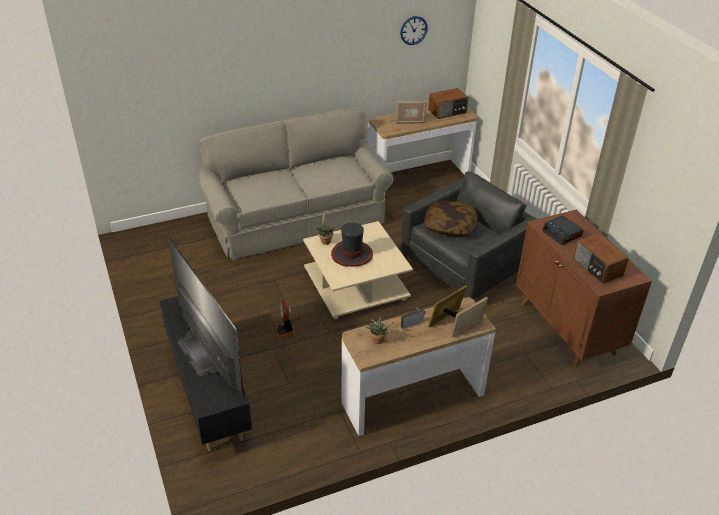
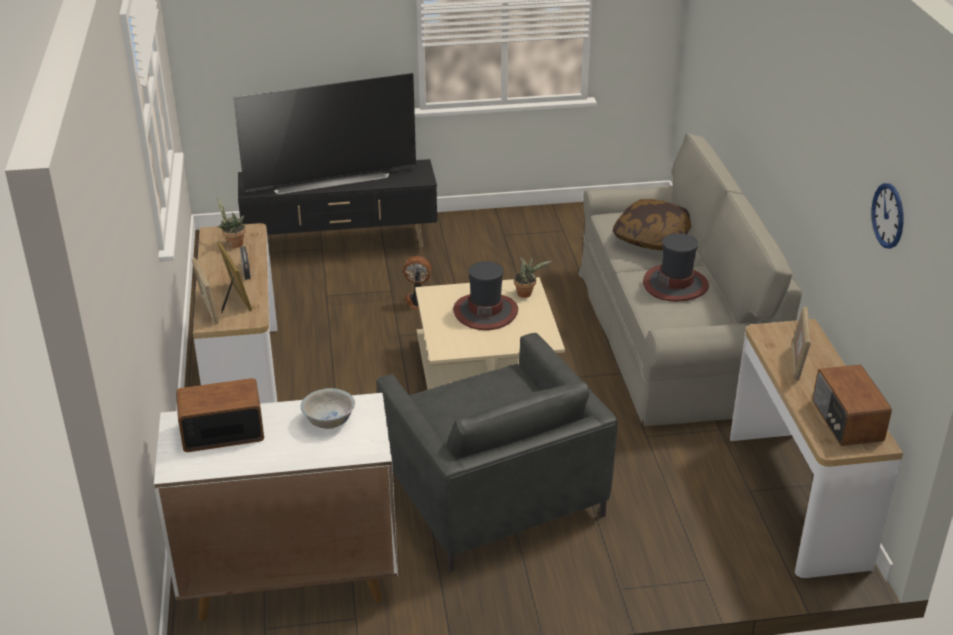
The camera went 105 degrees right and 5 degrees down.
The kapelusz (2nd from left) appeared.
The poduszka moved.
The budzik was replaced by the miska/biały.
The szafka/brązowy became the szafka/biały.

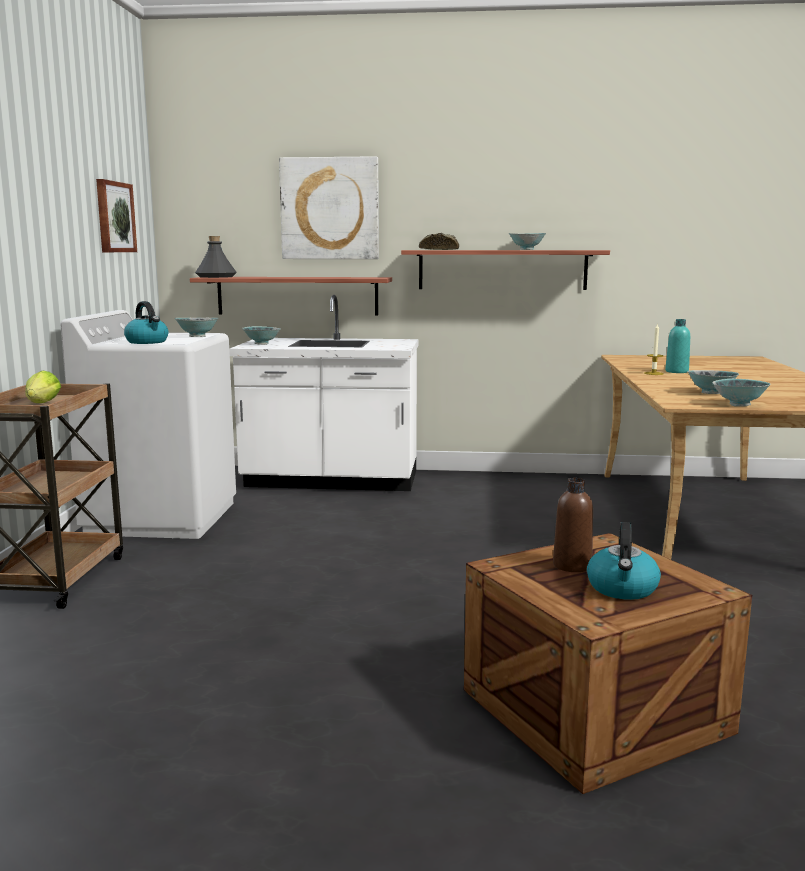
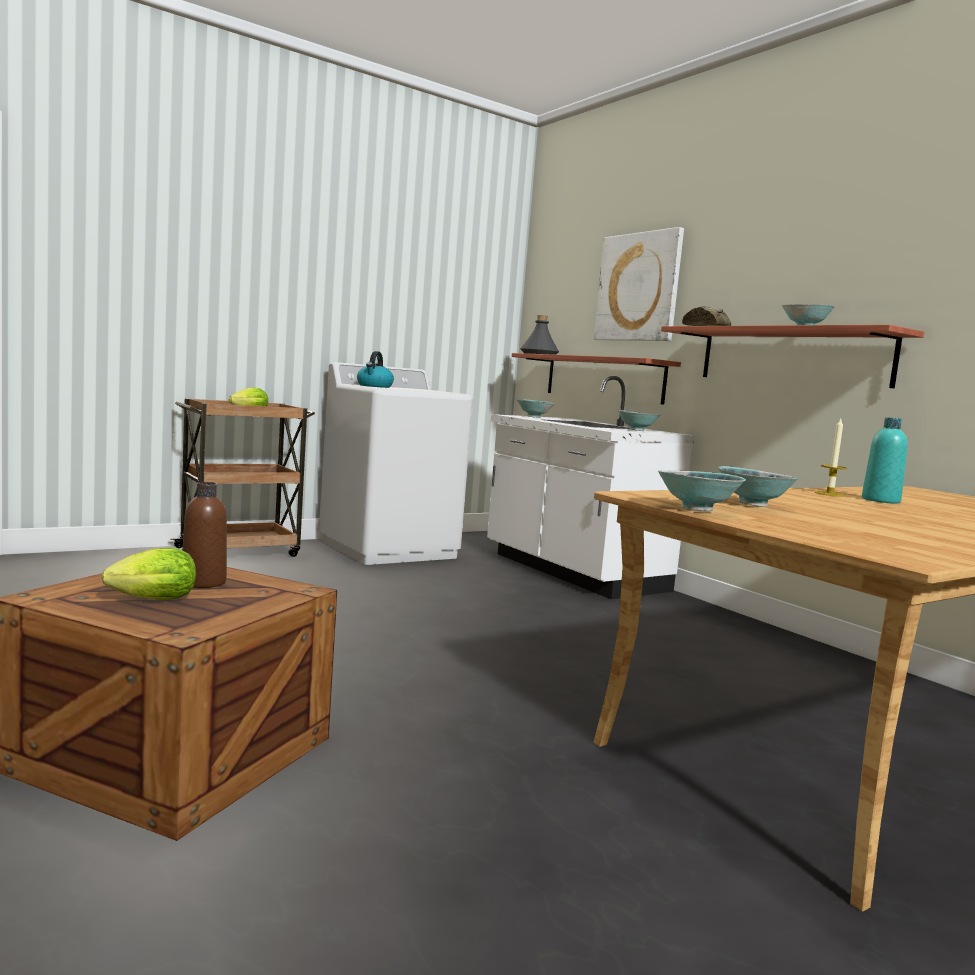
The camera went 50 degrees right and 5 degrees down.
The obraz (1st from left) disappeared.
The miska (1st from left in the first image) moved.
The czajnik (2nd from left) was replaced by the sałata (1st from left).

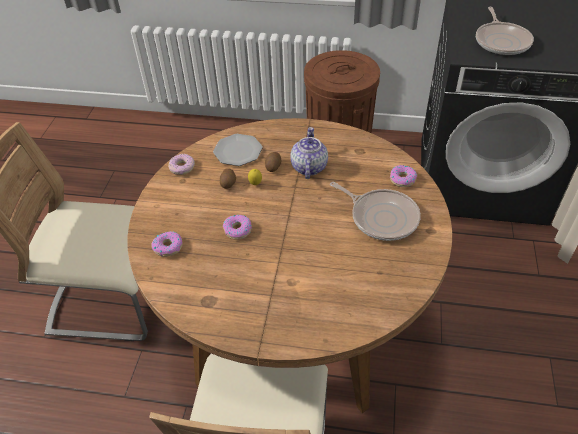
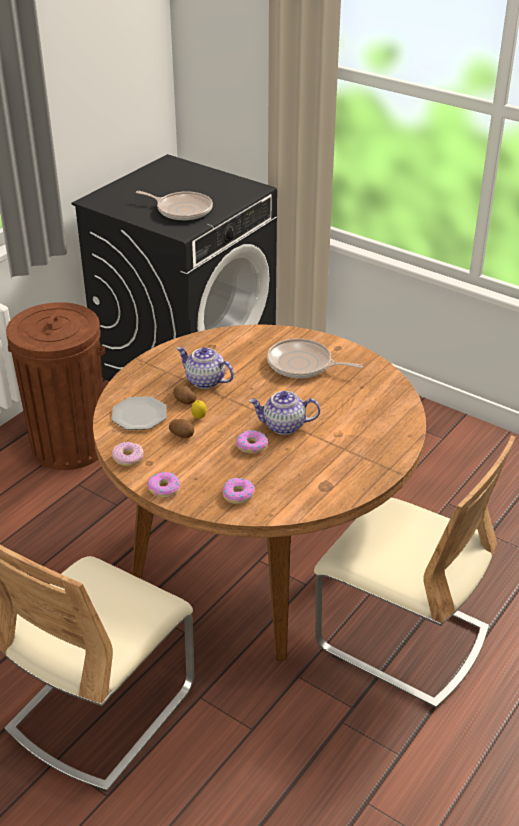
The camera went 65 degrees left and 10 degrees down.
The imbryk (2nd from left) appeared.
The donut (4th from left in the first image) moved.
The patelnia (1st from left in the first image) turned 135 degrees counterclockwise.

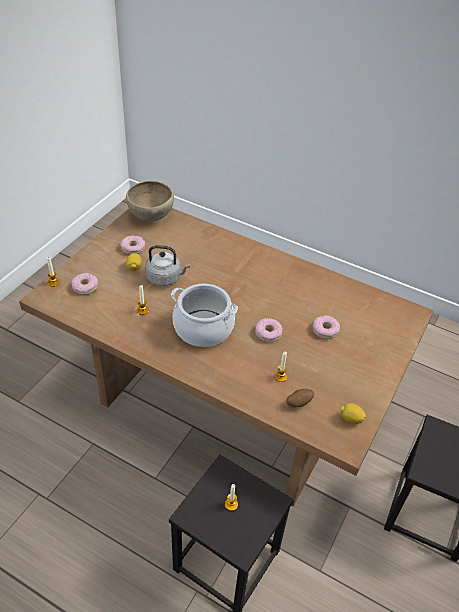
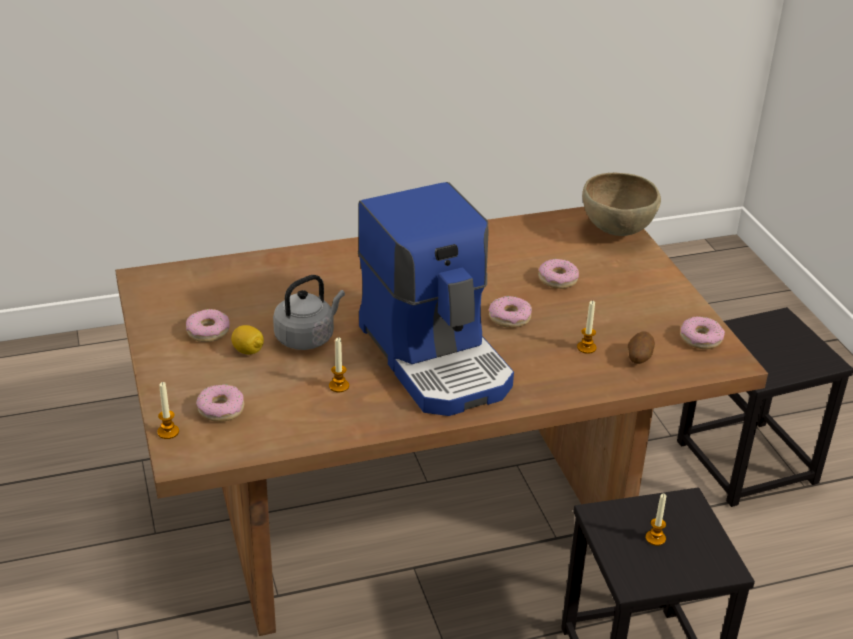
The camera went 45 degrees left and 10 degrees down.
The miska/brązowy moved.
The garnek was replaced by the ekspres do kawy.
The cytryna (2nd from left) was replaced by the donut (5th from left).

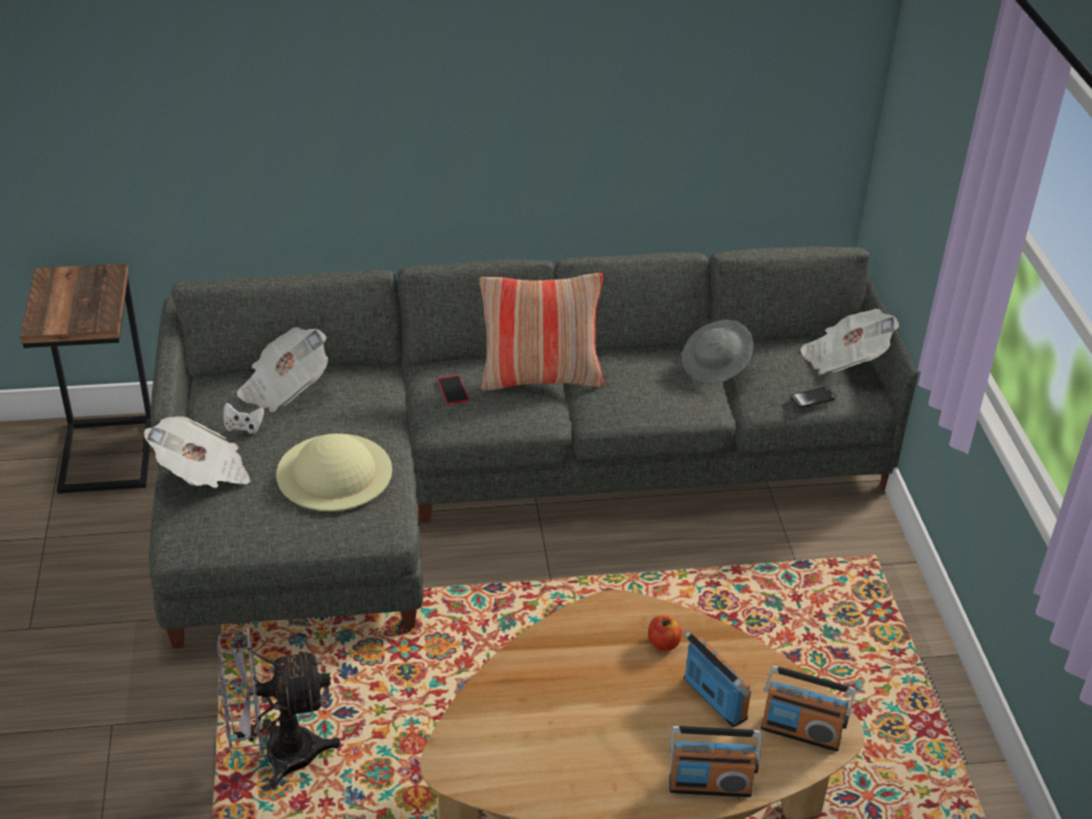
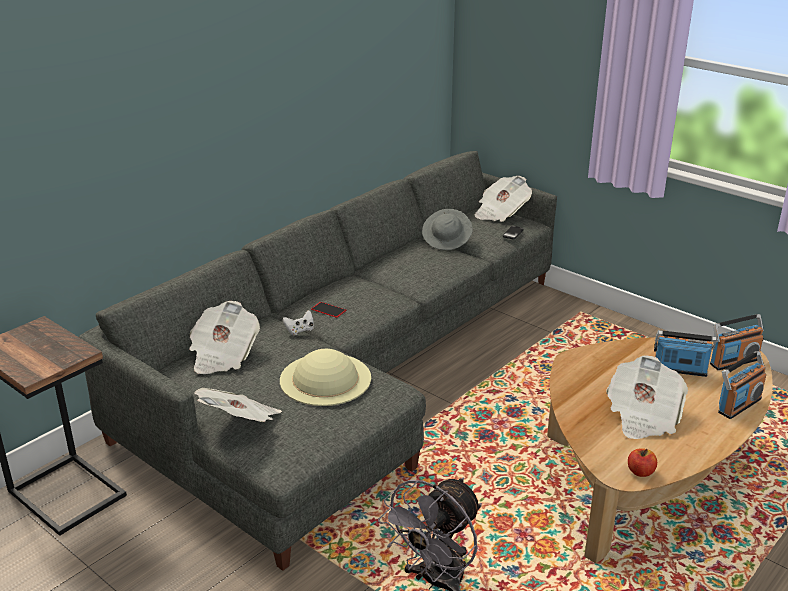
The camera went 40 degrees left and 10 degrees down.
The poduszka disappeared.
The gazeta (4th from left) appeared.
The pad do gier/biały moved.
The jabłko moved.

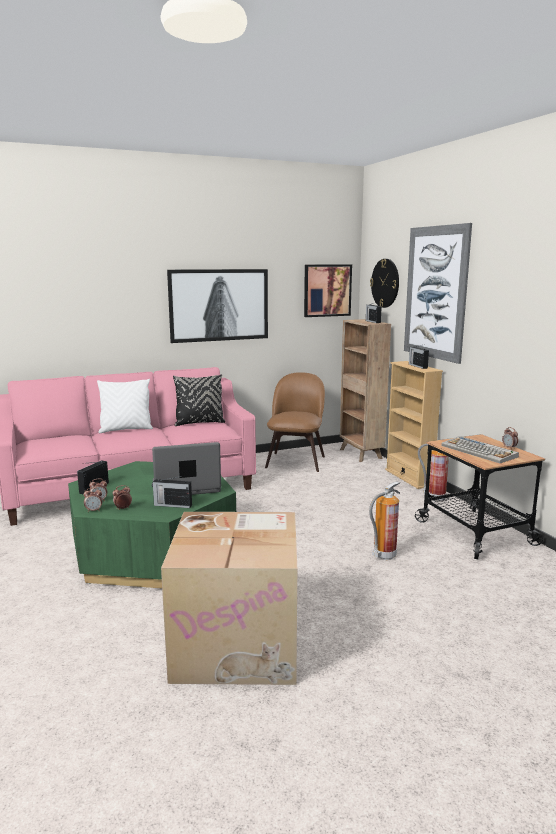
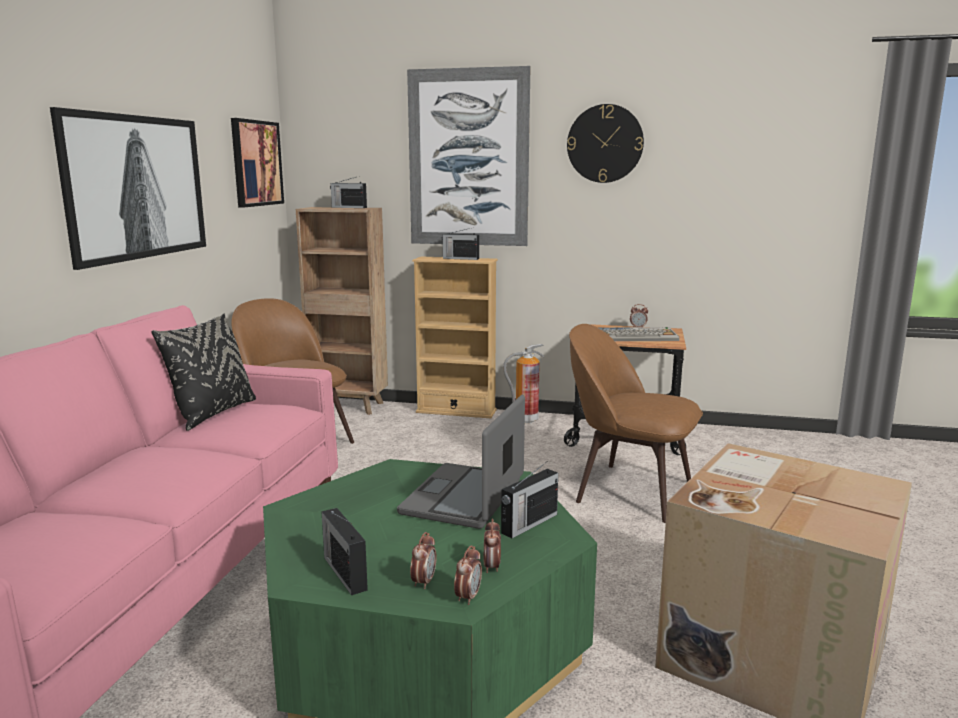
The camera went 55 degrees left and 0 degrees up.
The poduszka/biały disappeared.
The zegar ścienny moved.
The gaśnica (1st from left) was replaced by the krzesło/brązowy (2nd from left).

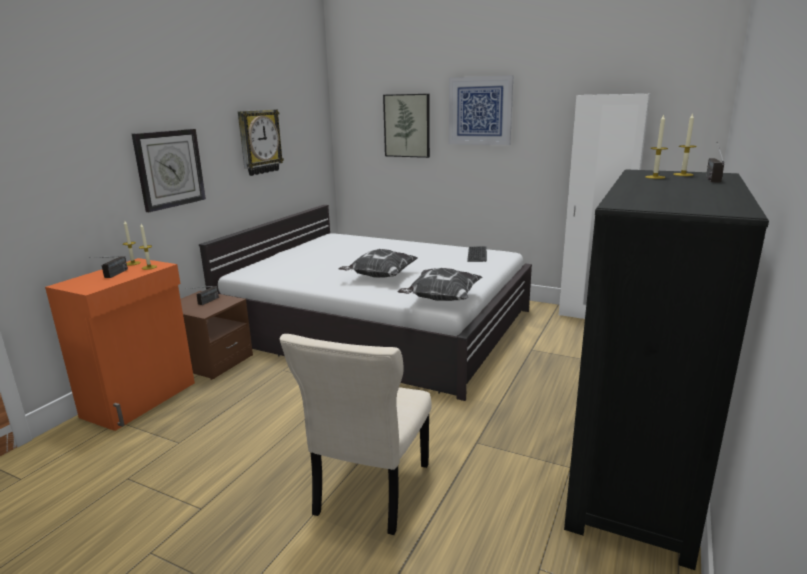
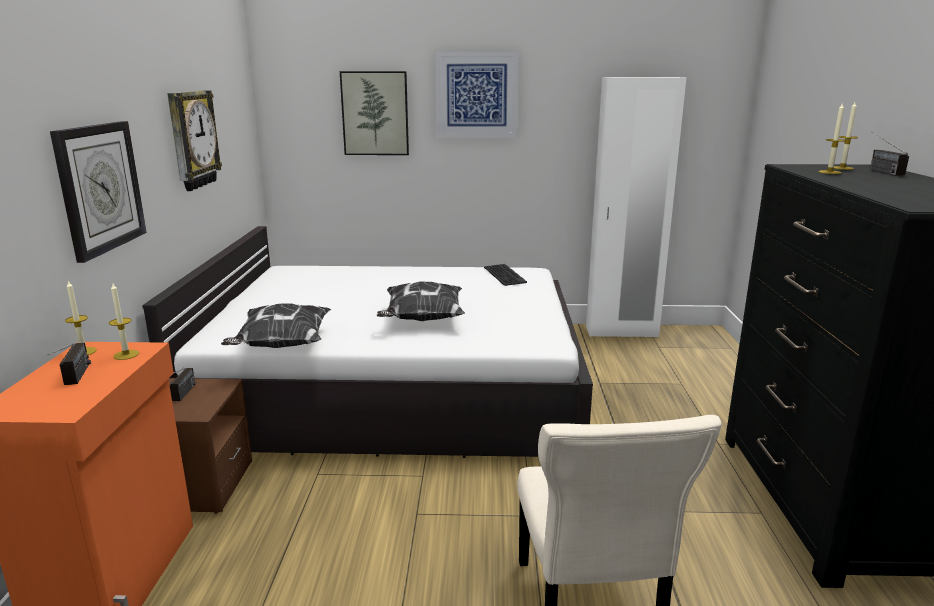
The camera went 25 degrees left and 0 degrees up.
The poduszka (2nd from left in the first image) moved.

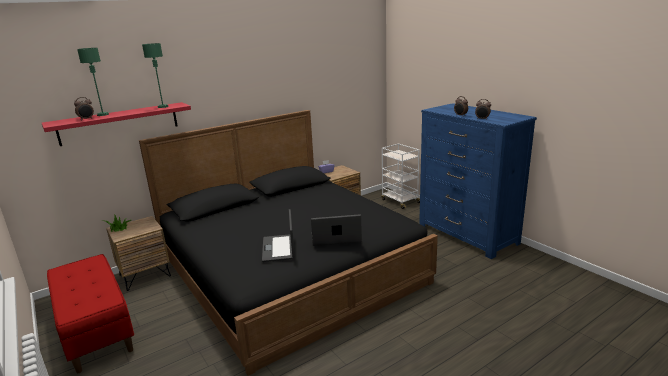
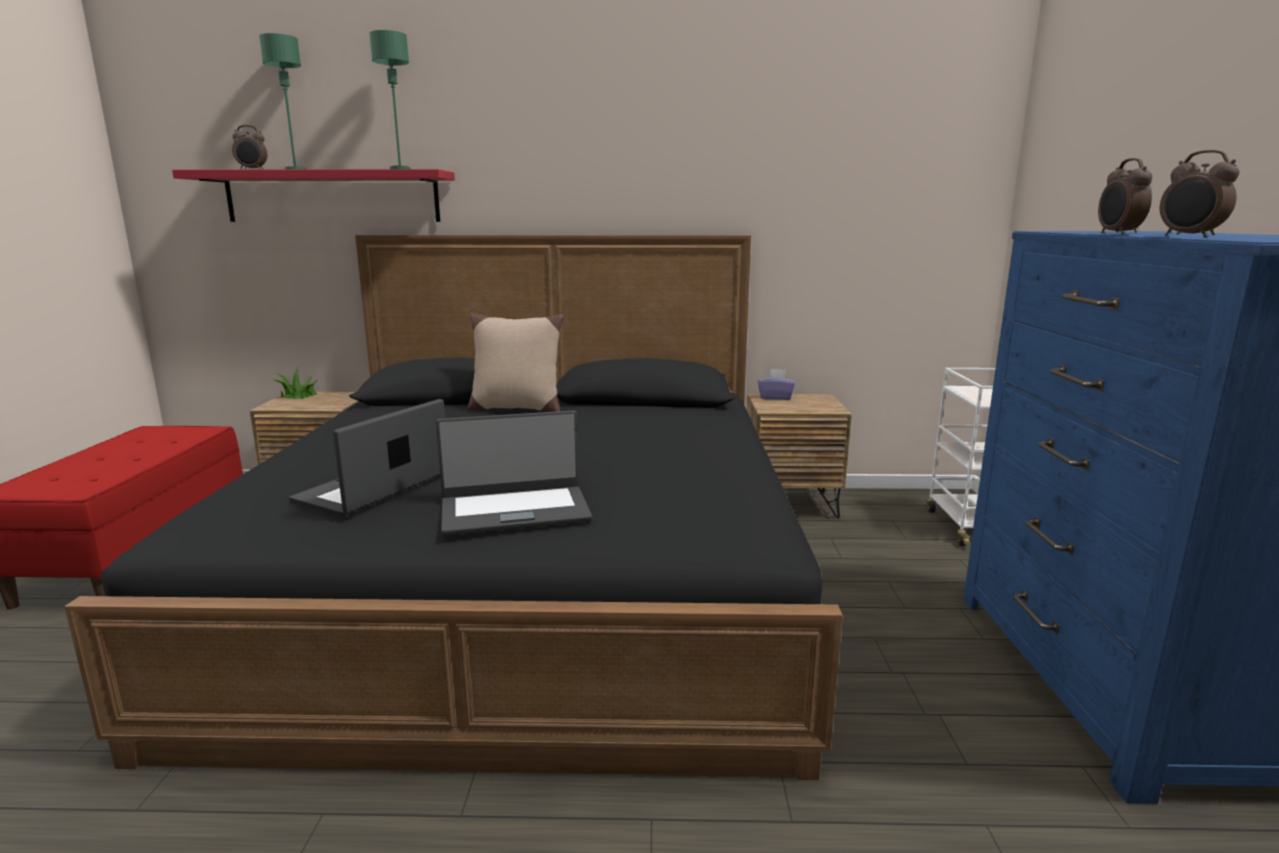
The camera went 35 degrees right and 5 degrees down.
The poduszka/beżowy appeared.
The laptop (2nd from left) turned 135 degrees clockwise.

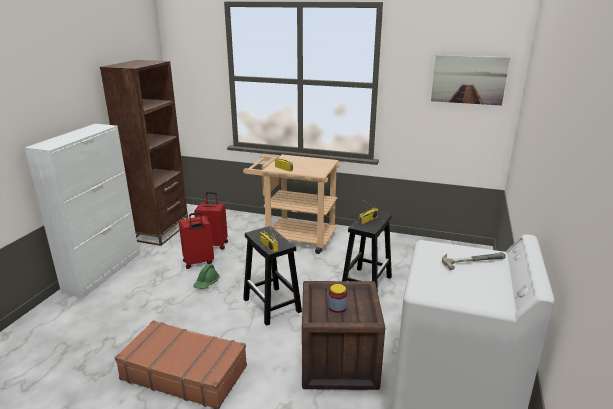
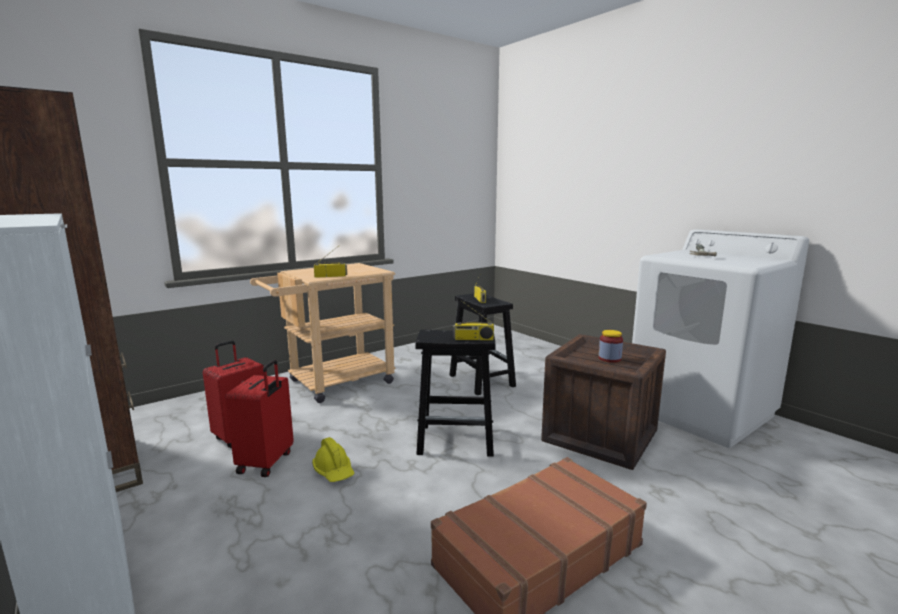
The camera went 55 degrees left and 10 degrees down.
The obraz disappeared.
The kask/zielony became the kask/żółty.

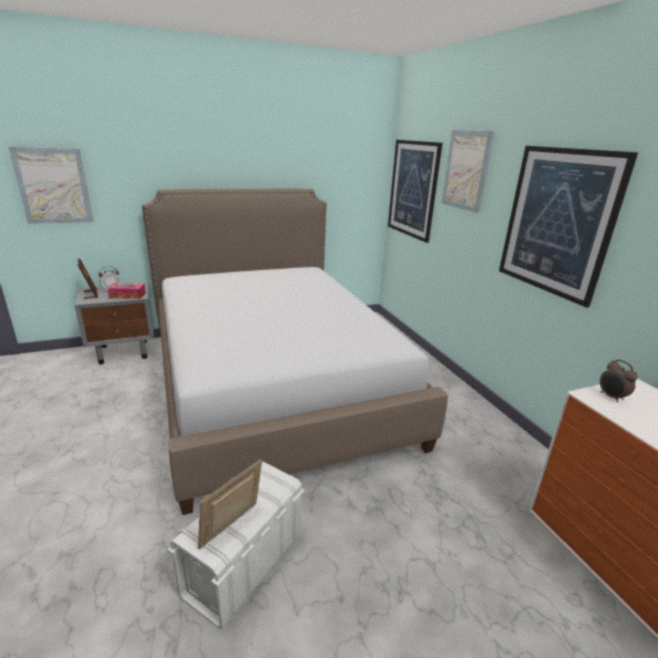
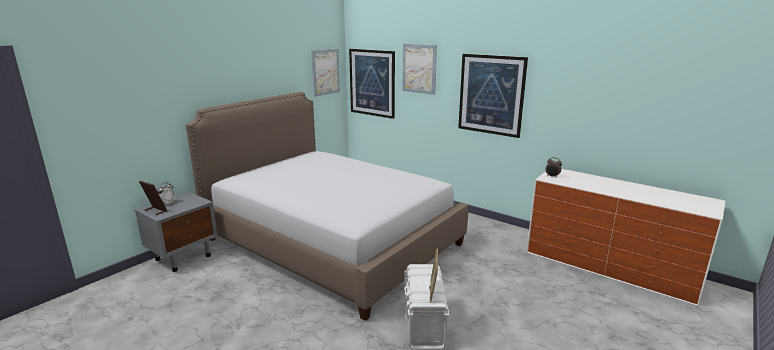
The camera went 30 degrees left and 5 degrees down.
The pudełko chusteczek disappeared.
The obraz (1st from left) moved.

